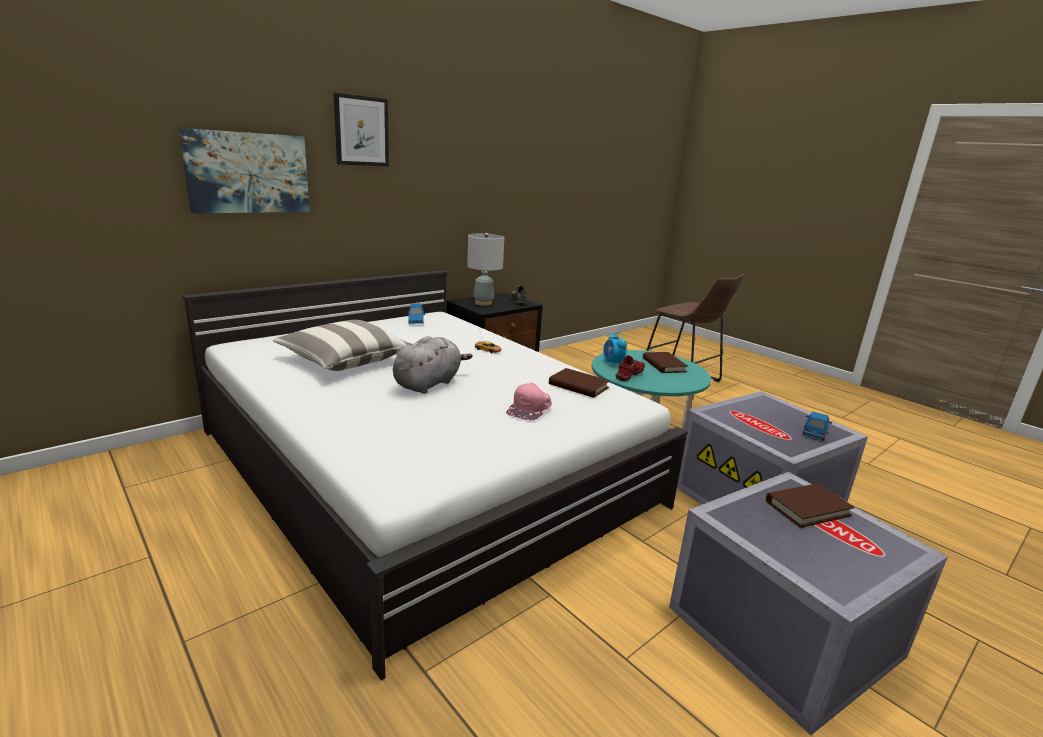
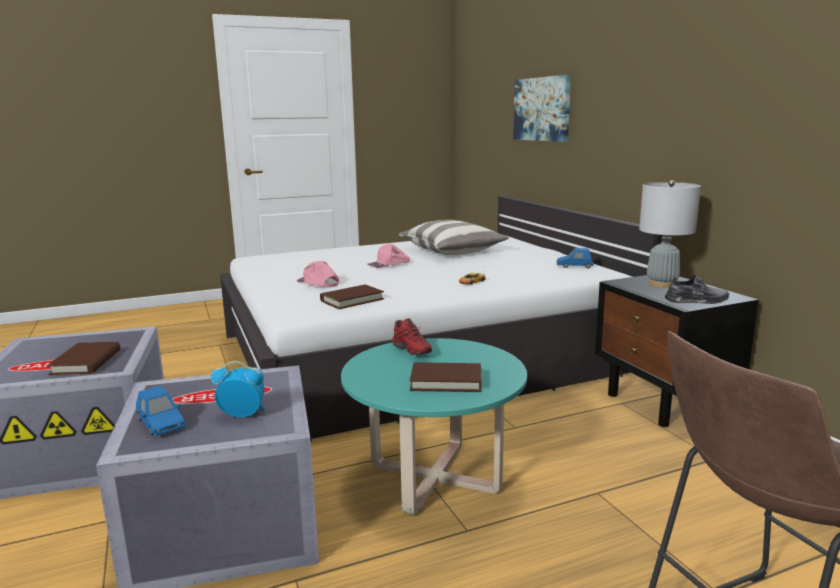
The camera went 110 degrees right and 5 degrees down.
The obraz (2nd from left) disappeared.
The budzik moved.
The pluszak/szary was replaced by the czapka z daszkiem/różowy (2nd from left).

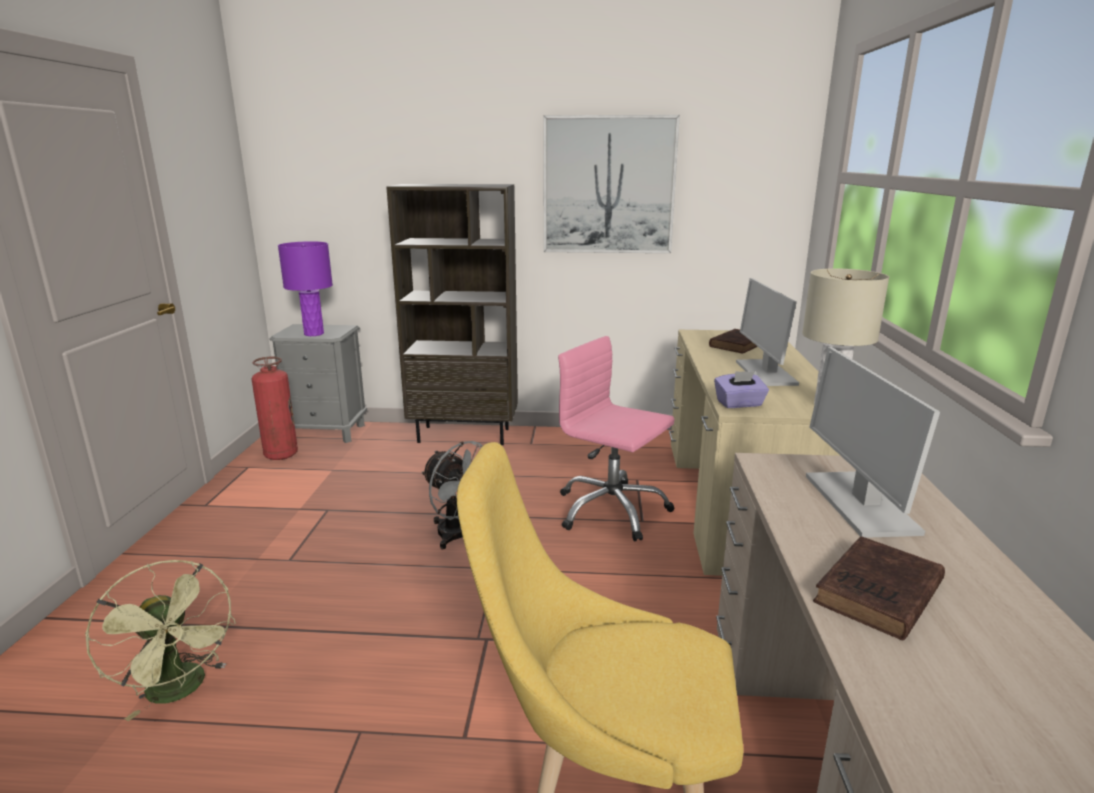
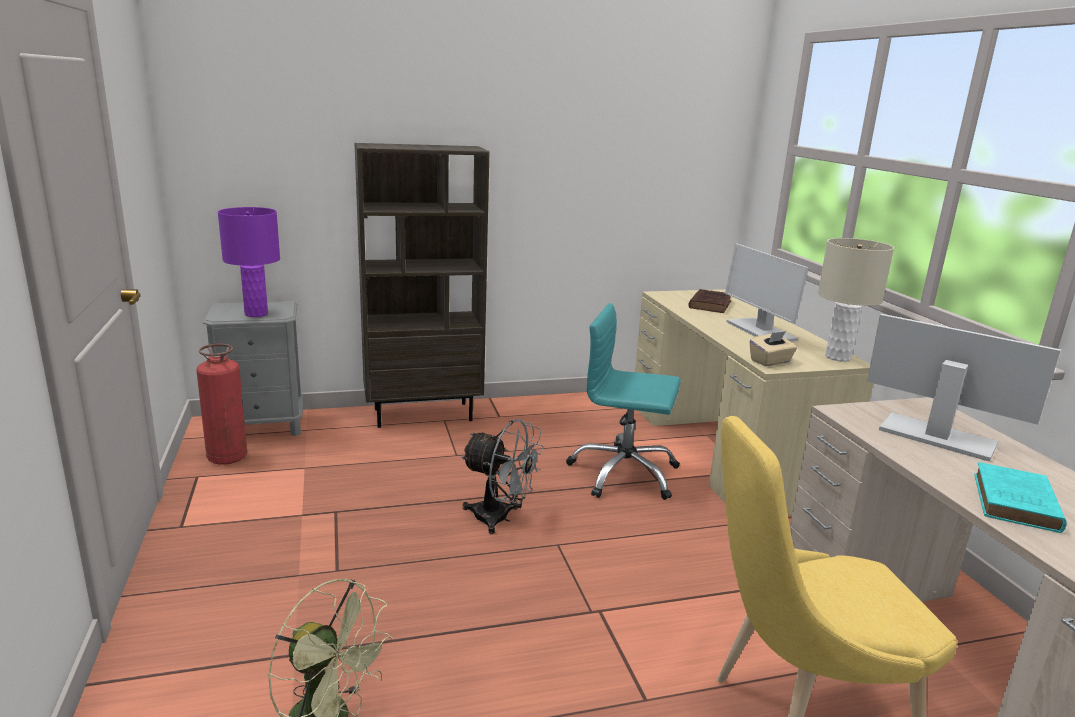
The camera went 20 degrees left and 0 degrees up.
The obraz disappeared.
The krzesło biurowe/różowy became the krzesło biurowe/turkusowy.
The pudełko chusteczek/fioletowy became the pudełko chusteczek/beżowy.
The książka/brązowy (2nd from left) became the książka/turkusowy.
The monitor (2nd from left) turned 150 degrees clockwise.

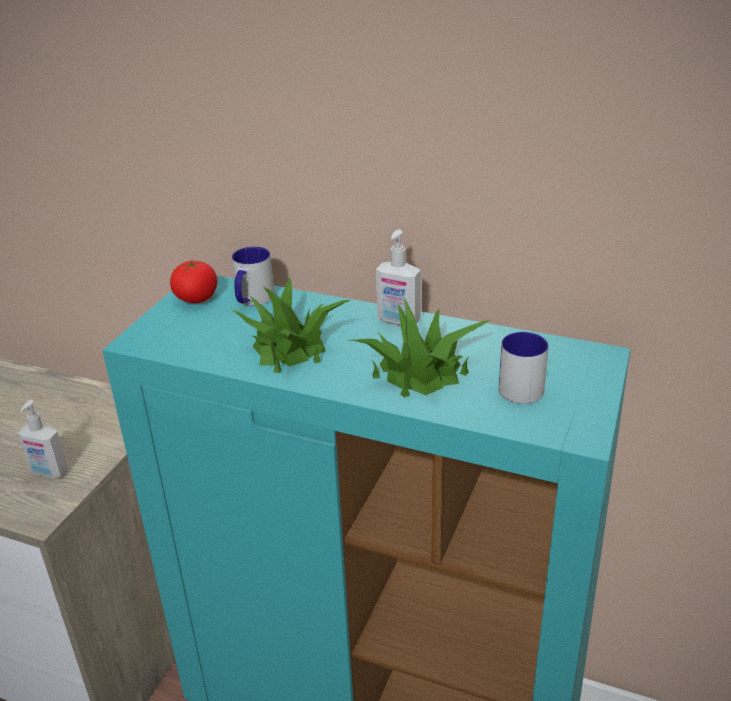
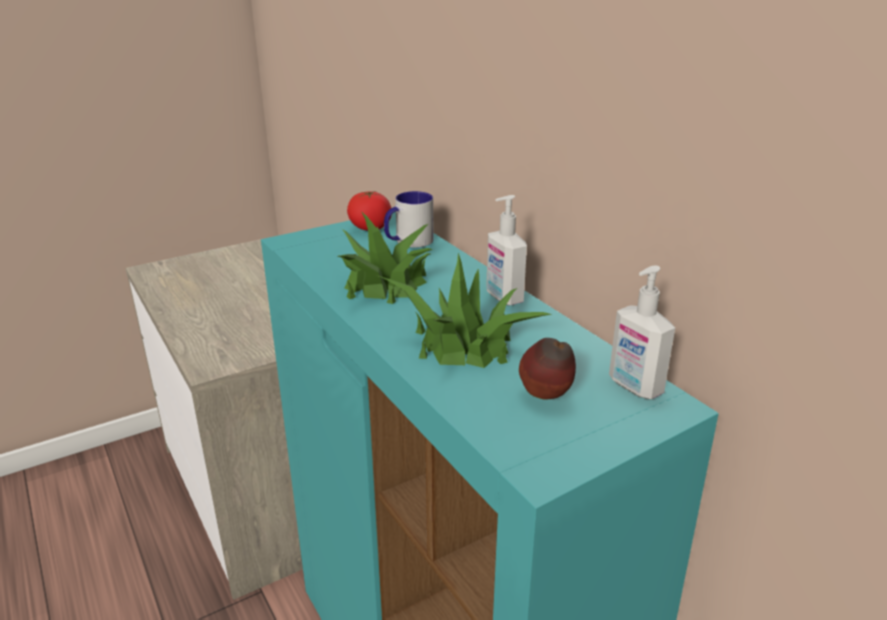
The camera went 35 degrees right and 5 degrees down.
The dozownik mydła (1st from left in the first image) moved.
The kubek (2nd from left) was replaced by the jabłko.

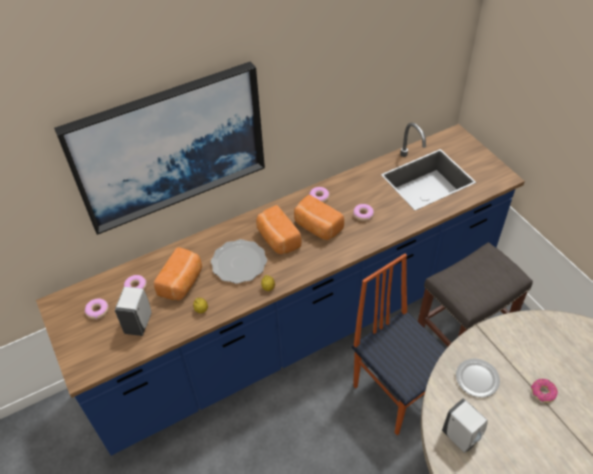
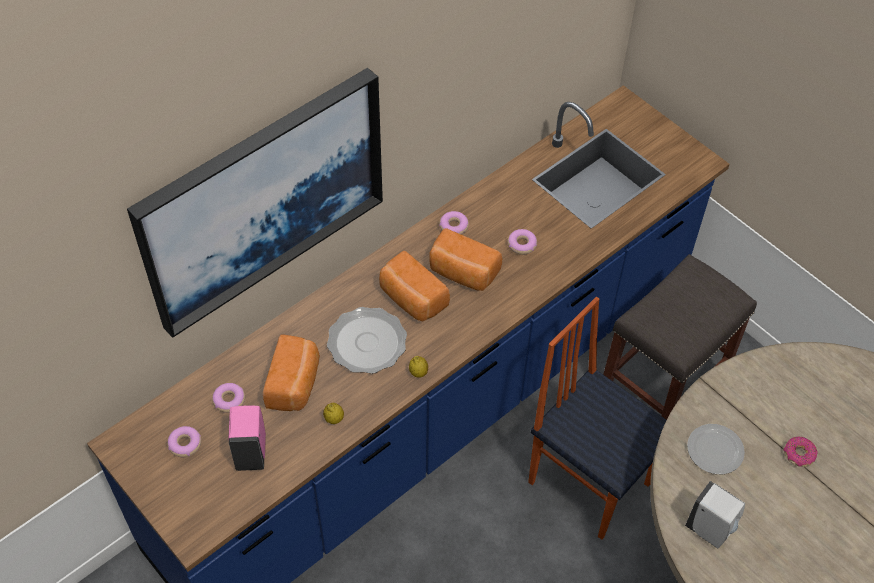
The camera went 15 degrees left and 5 degrees up.
The dozownik mydła/biały (1st from left) became the dozownik mydła/różowy.

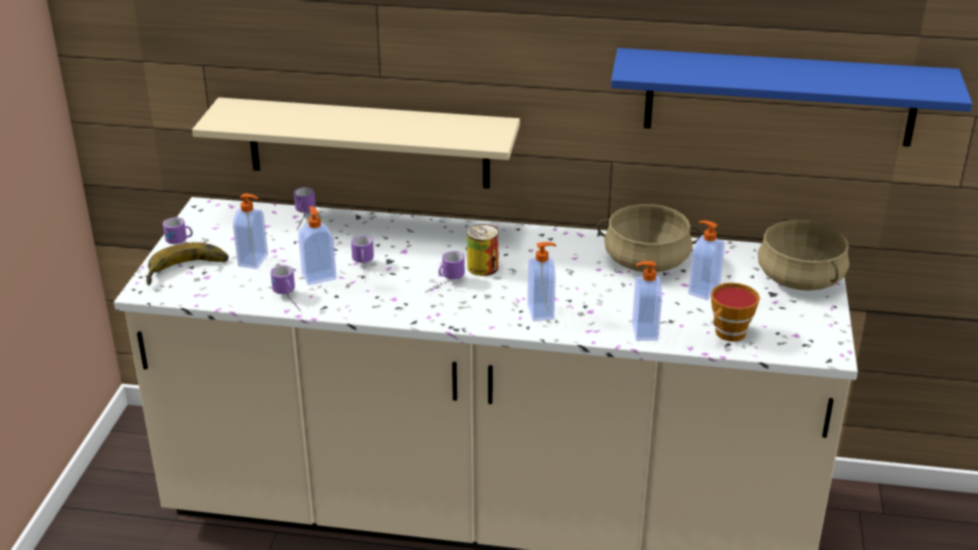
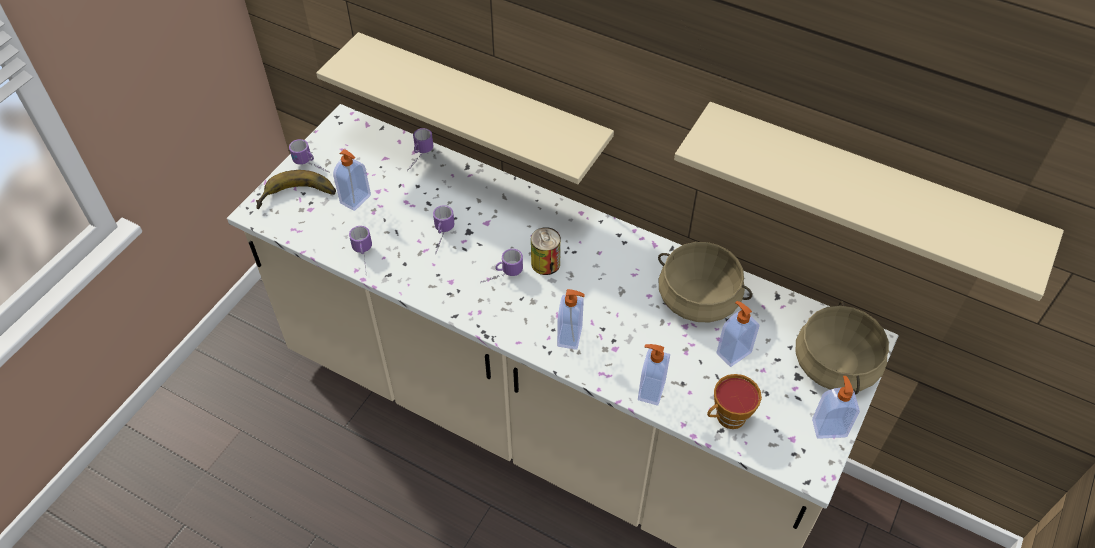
The camera went 20 degrees right and 20 degrees up.
The dozownik mydła (2nd from left in the first image) moved.
The półka/niebieski became the półka/beżowy (2nd from left).

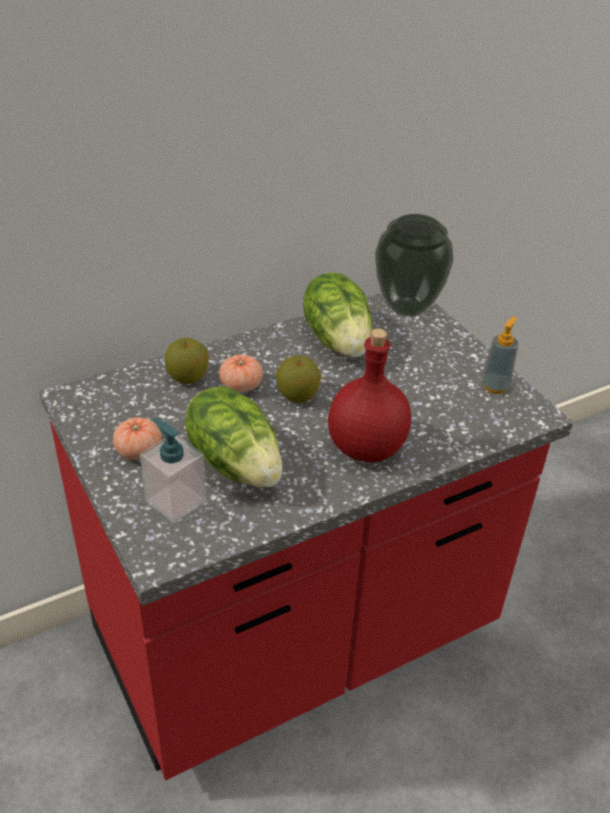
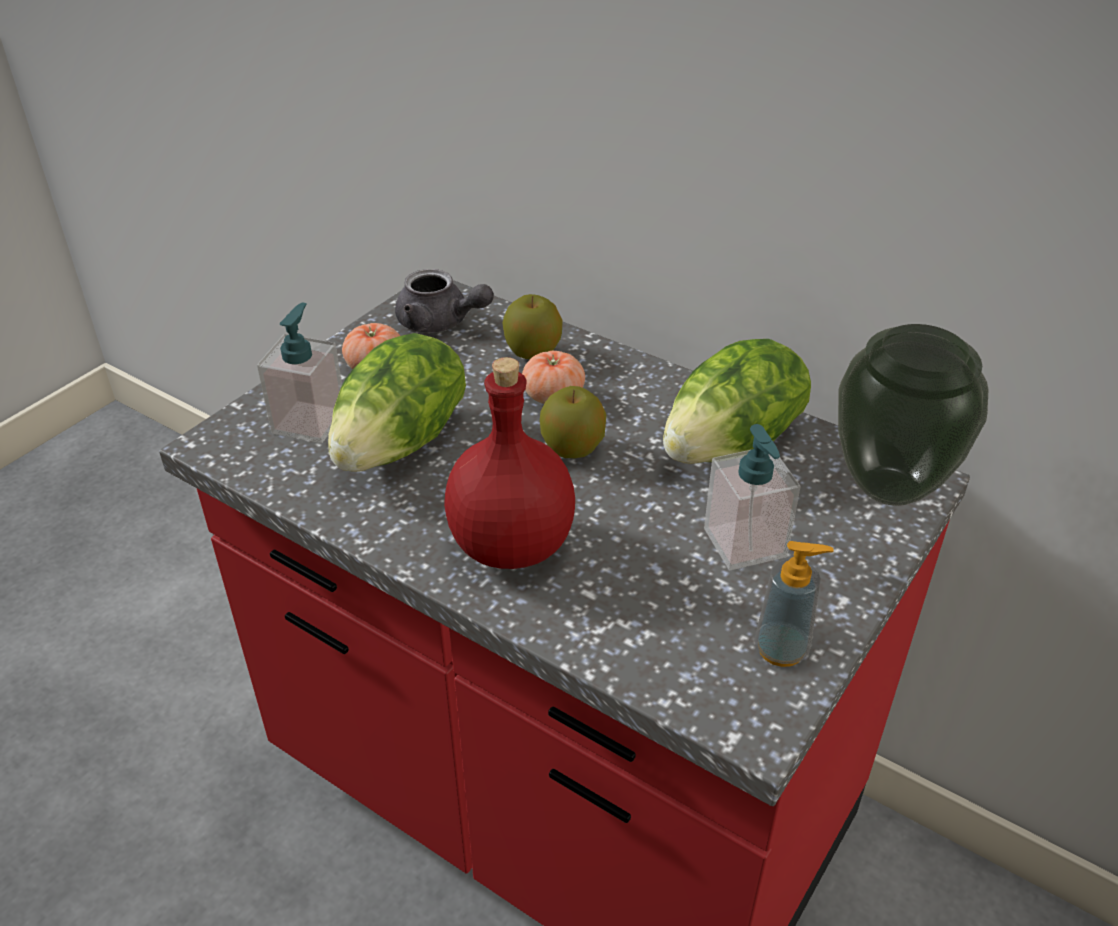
The camera went 65 degrees right and 0 degrees up.
The imbryk/szary appeared.
The dozownik mydła (2nd from left) appeared.

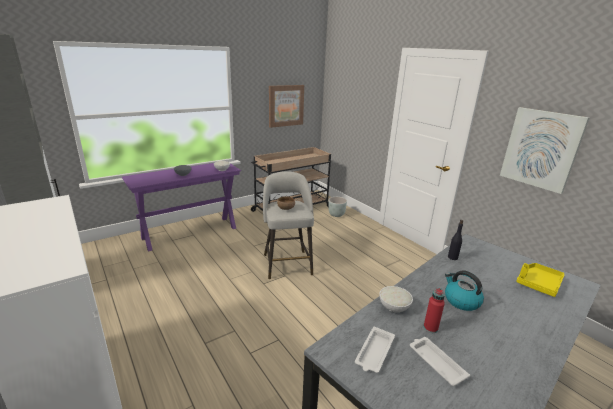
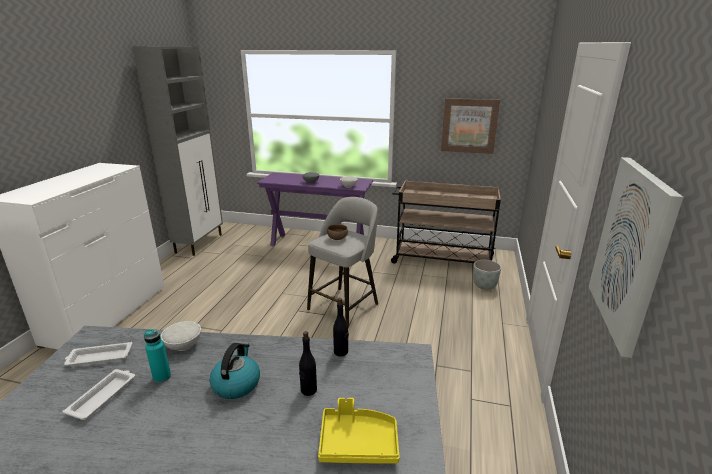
The camera went 50 degrees right and 0 degrees up.
The butelka/czarny (1st from left) appeared.
The butelka/czerwony became the butelka/turkusowy.

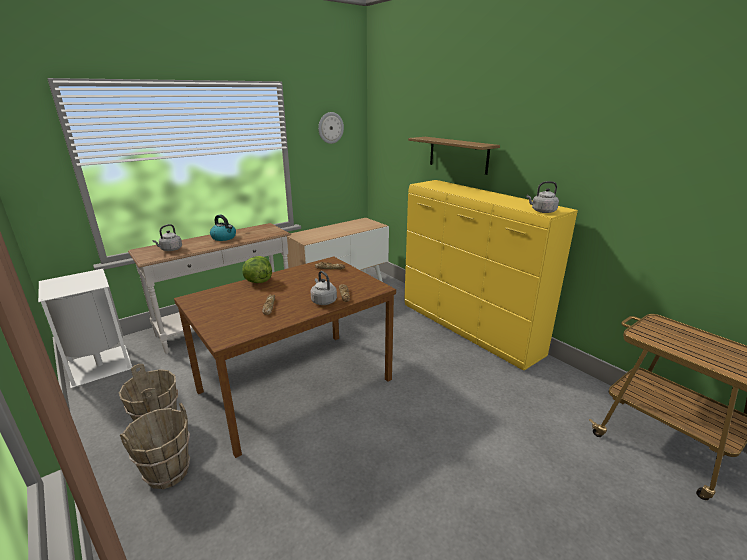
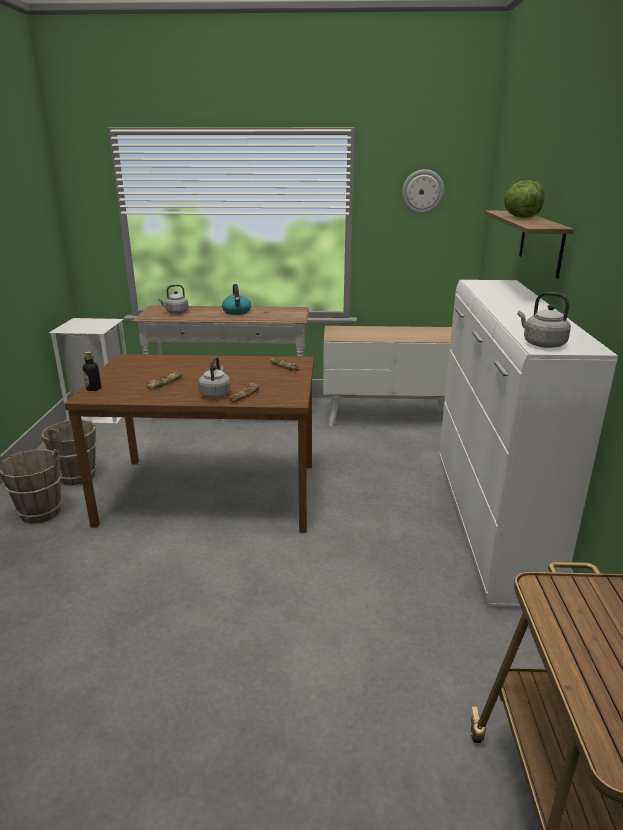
The camera went 40 degrees right and 0 degrees up.
The butelka appeared.
The sałata moved.
The komoda/żółty became the komoda/biały.

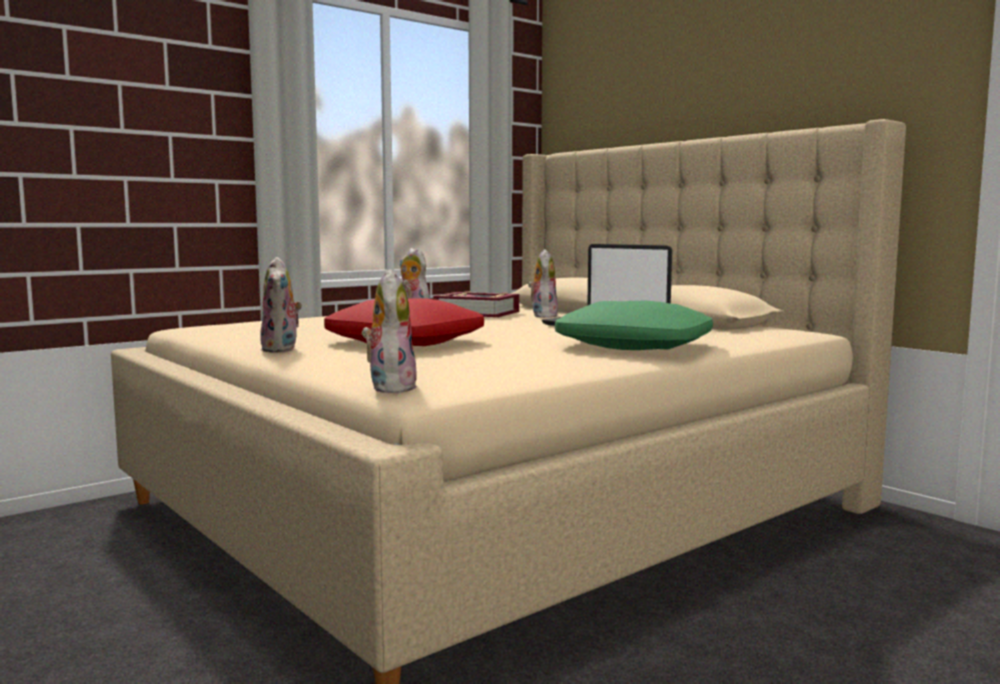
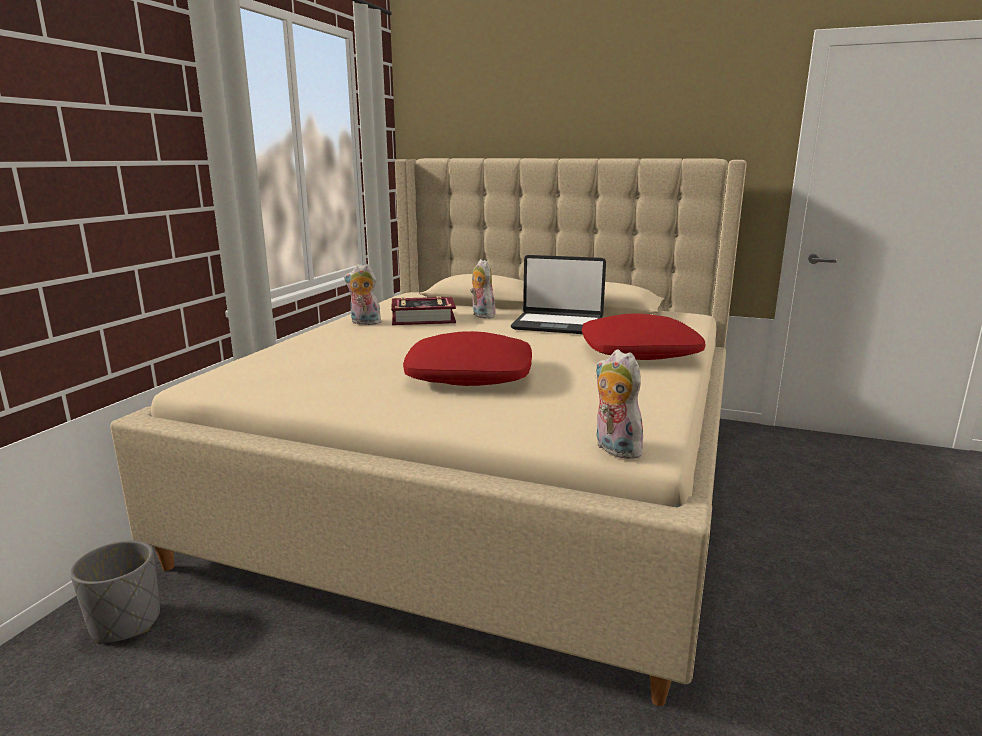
The camera went 30 degrees left and 10 degrees up.
The pluszak (1st from left) disappeared.
The donica/szary appeared.
The poduszka/zielony became the poduszka/czerwony (2nd from left).

